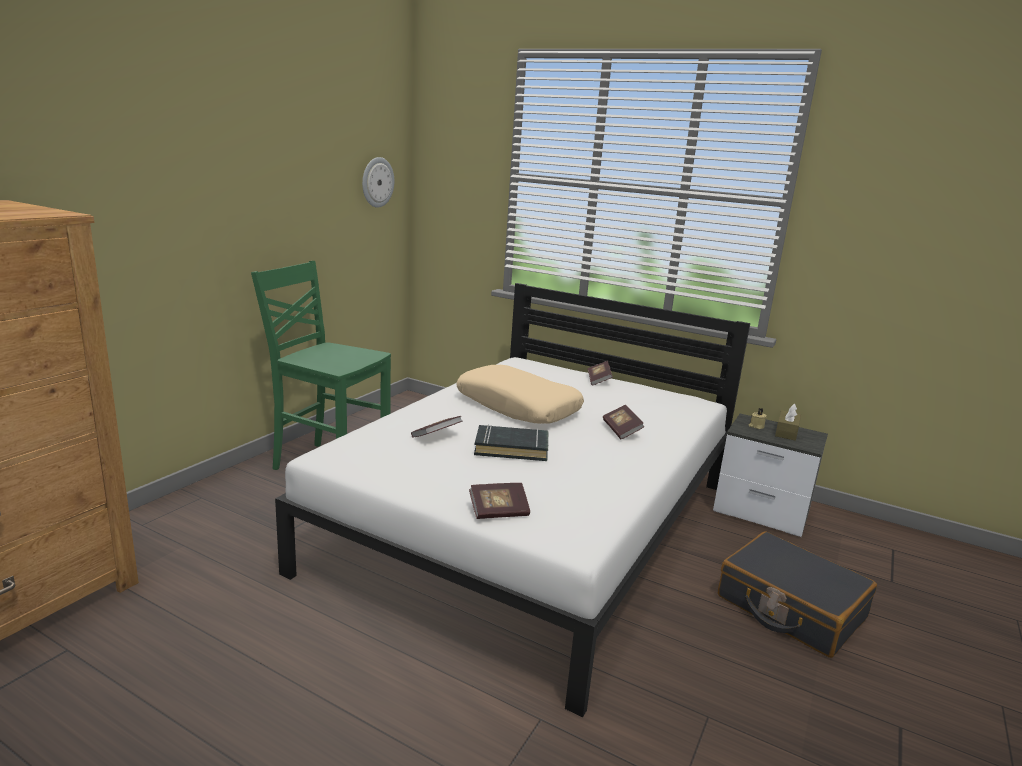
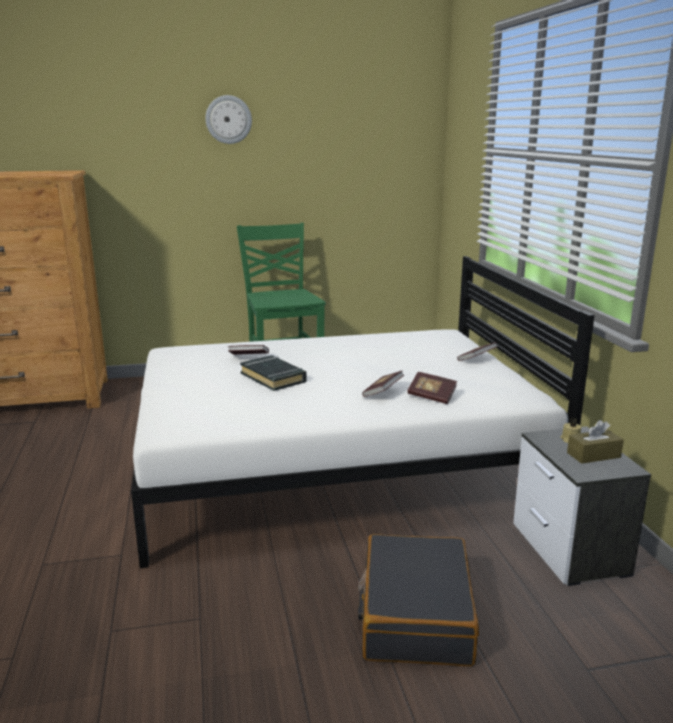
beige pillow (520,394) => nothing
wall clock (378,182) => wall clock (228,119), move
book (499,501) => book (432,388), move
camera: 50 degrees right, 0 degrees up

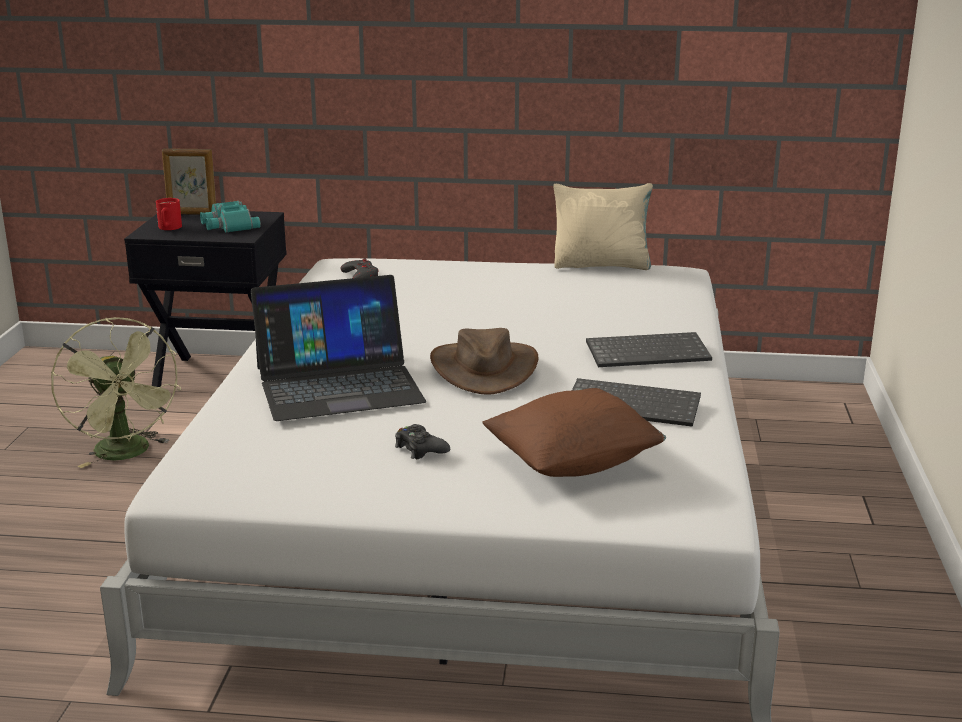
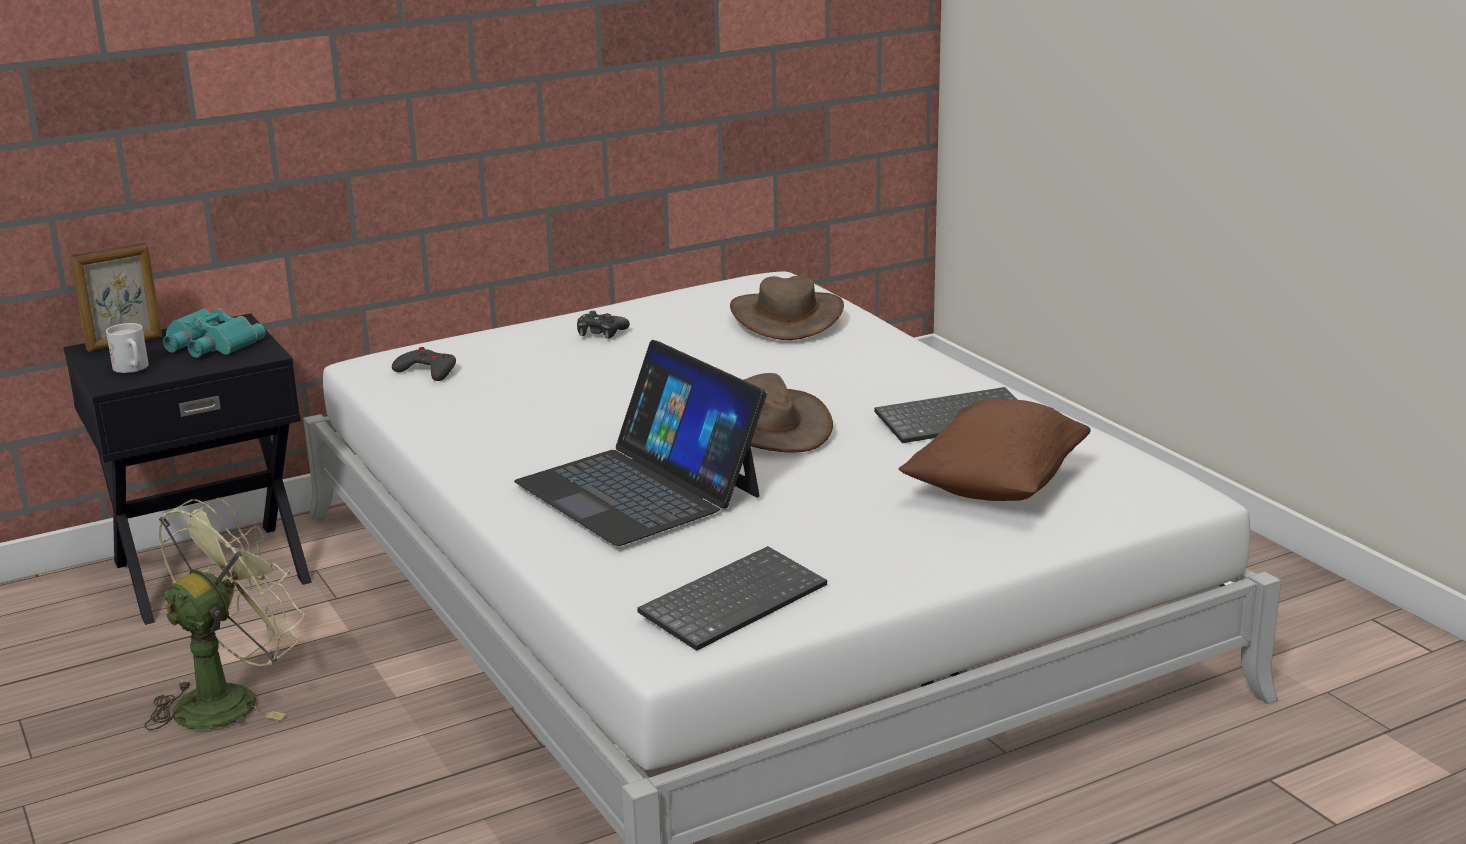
beige pillow (603,226) => nothing
nothing => brown hat (787,308)
black game controller (422,441) => black game controller (603,325), move
keyboard (649,349) => keyboard (732,598), move
red mug (169,214) => white mug (127,348)
green fan (116,392) => green fan (224,614), 75 degrees counterclockwise
laptop (338,348) => laptop (640,443), 105 degrees clockwise
camera: 35 degrees left, 0 degrees up

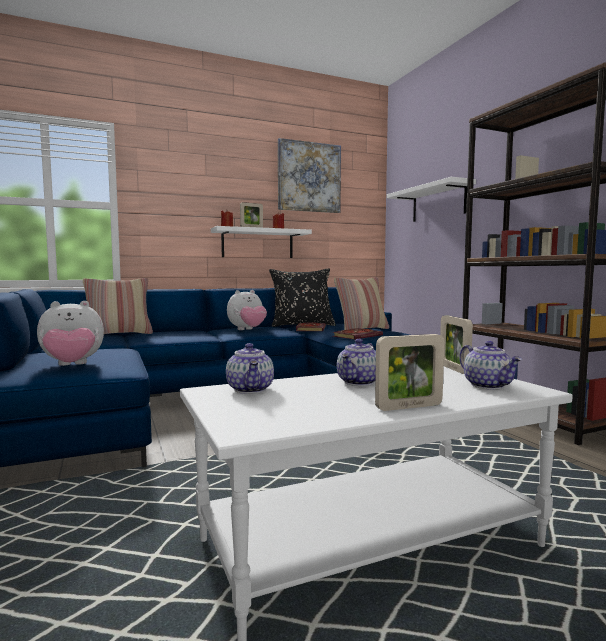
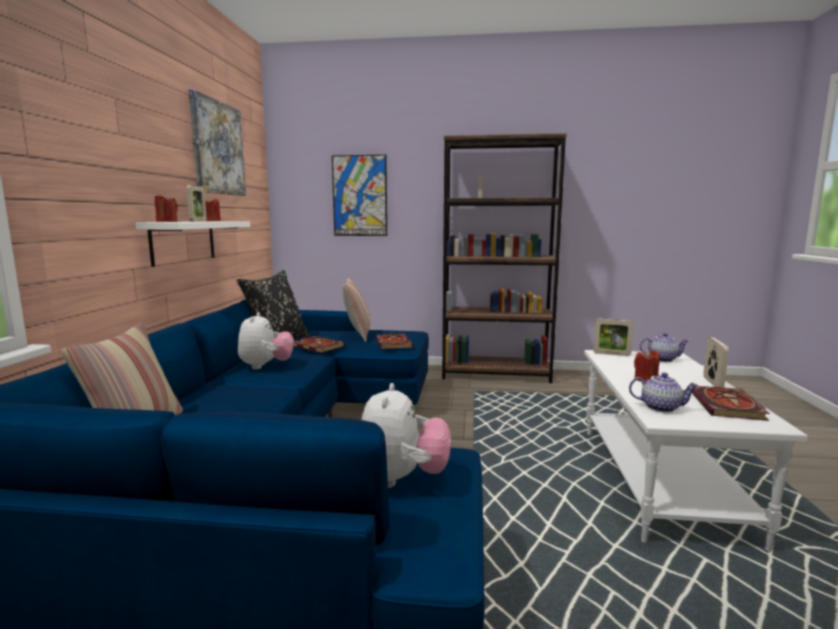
nothing => book (731,403)
teapot (356,362) => red candle (647,365)
white shelf (431,199) => picture (359,195)
camera: 60 degrees left, 5 degrees up

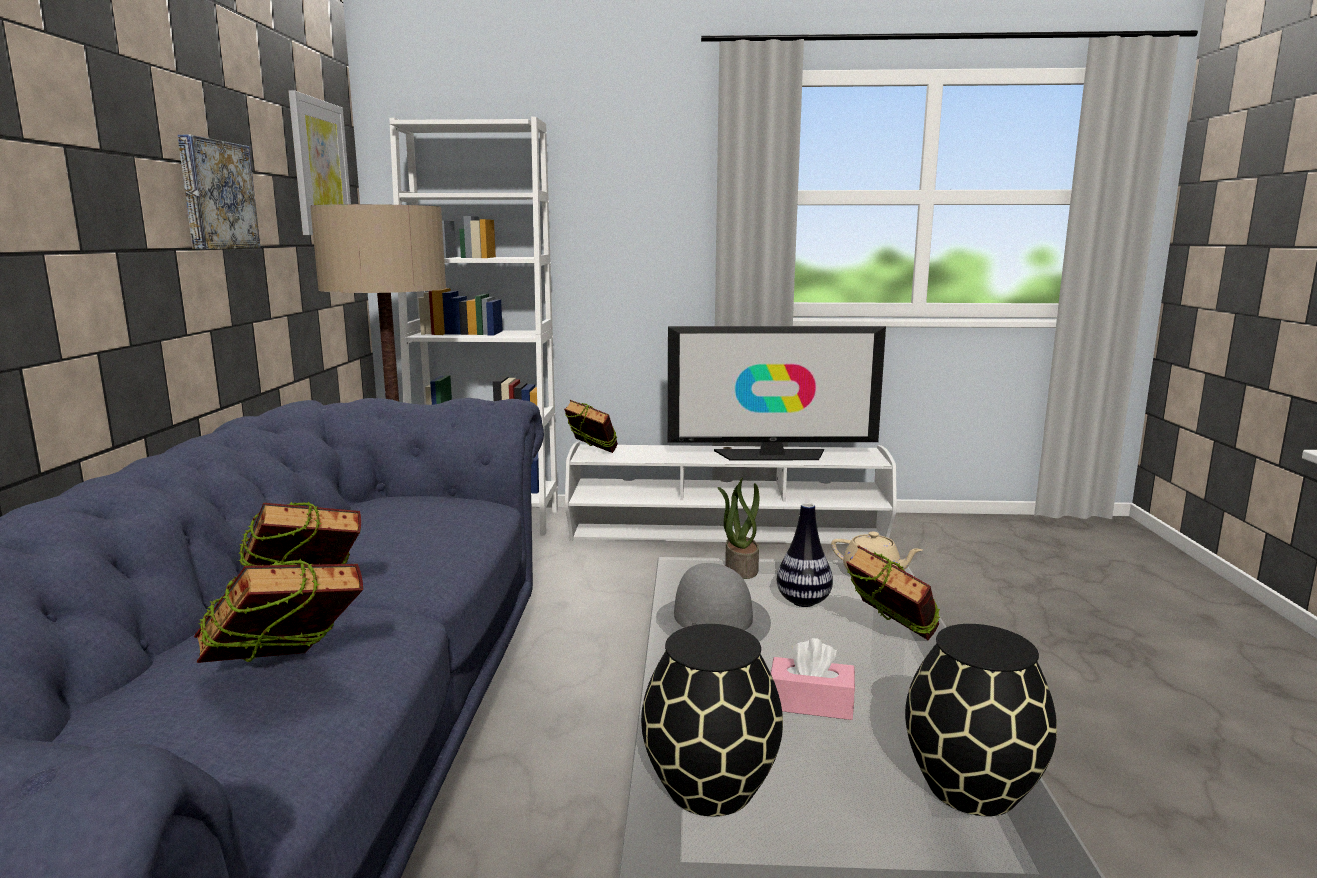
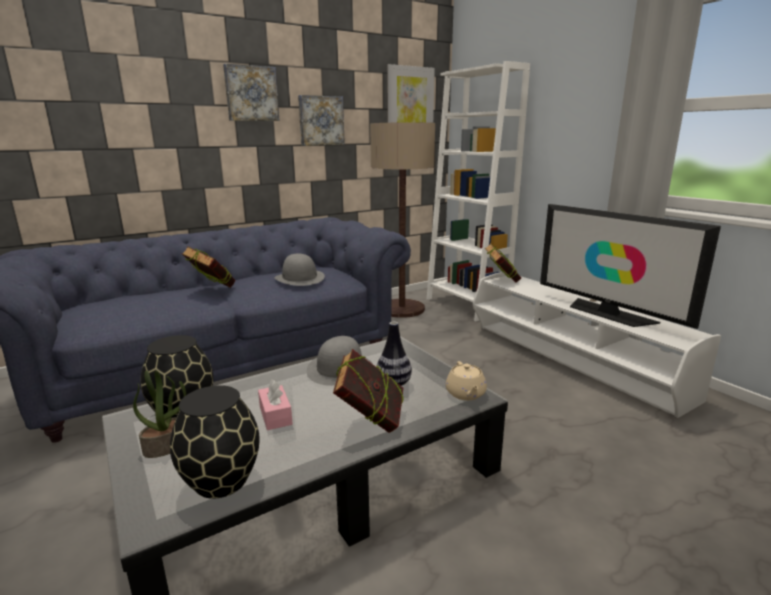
book (278,611) => nothing
nothing => picture (251,92)
nothing => grey hat (300,270)
potted plant (738,528) => potted plant (159,414), move
camera: 55 degrees right, 5 degrees up

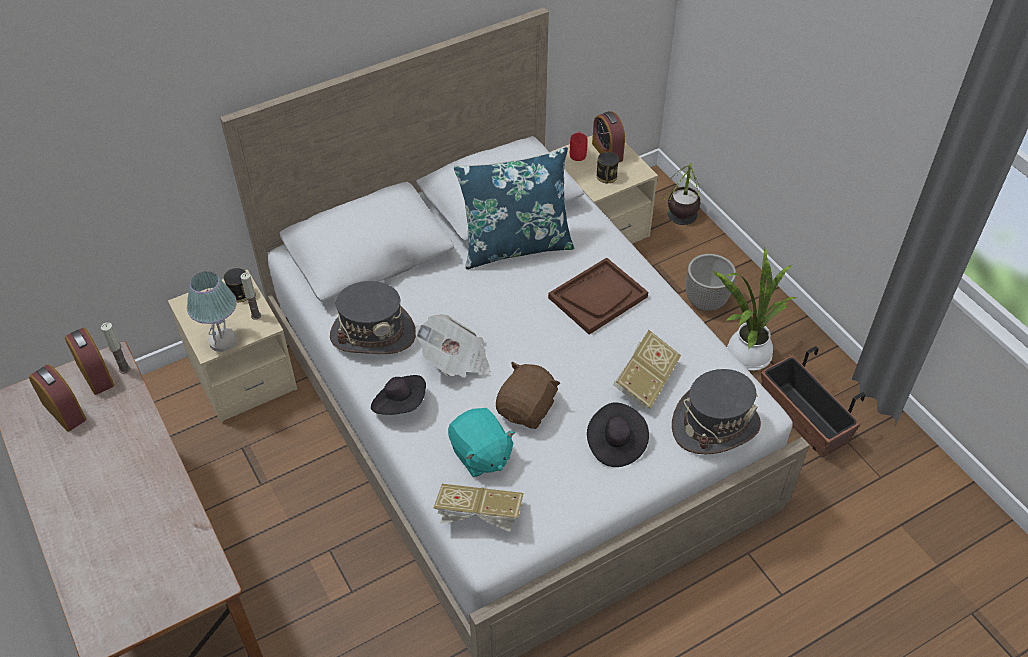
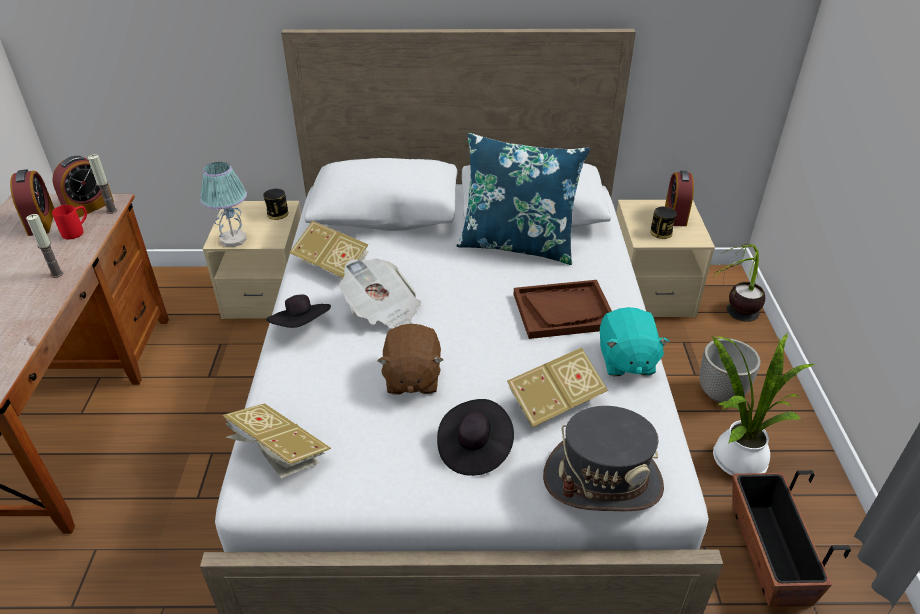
candle (251,296) => candle (44,246), move
turquoise plush toy (481,442) => turquoise plush toy (635,341), move
red mug (578,146) => red mug (69,222), move
grey hat (373,317) => book (329,250)
alarm clock (89,361) => alarm clock (83,187), 45 degrees clockwise
brown plush toy (528,395) => brown plush toy (410,359), 120 degrees clockwise
camera: 30 degrees right, 10 degrees down

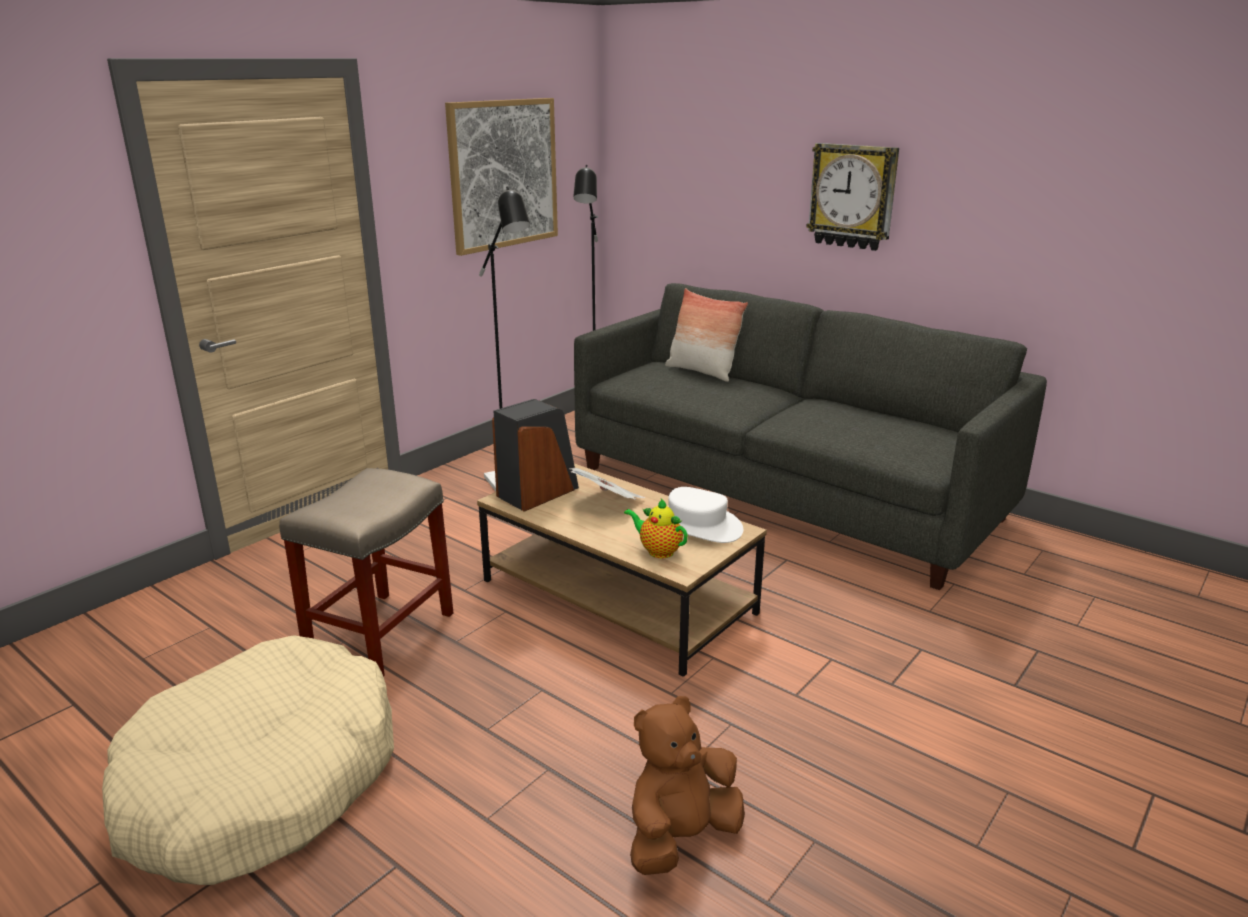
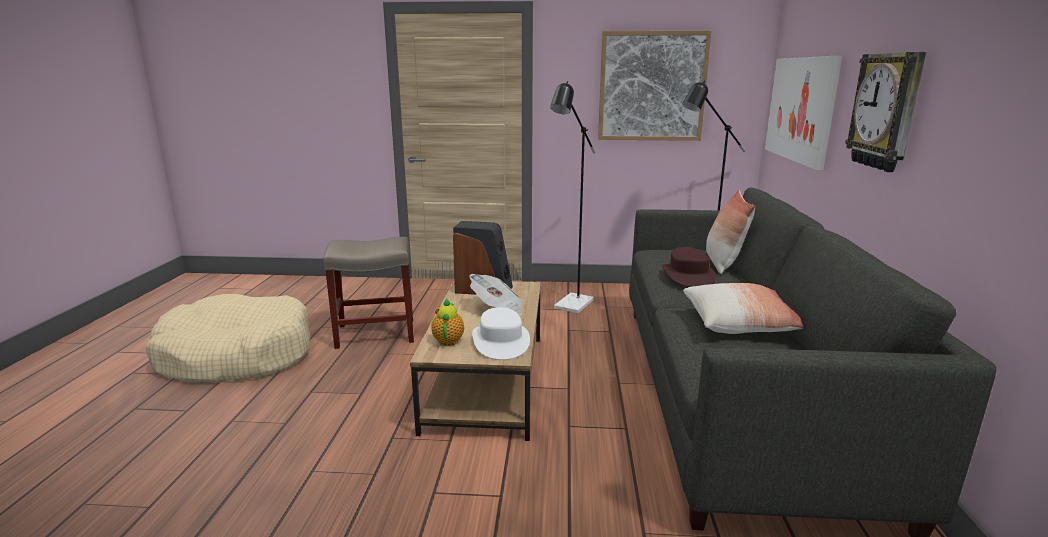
brown plush toy (687,785) => nothing
nothing => brown hat (689,267)
nothing => pillow (743,308)
nothing => picture (803,113)
camera: 55 degrees right, 5 degrees down

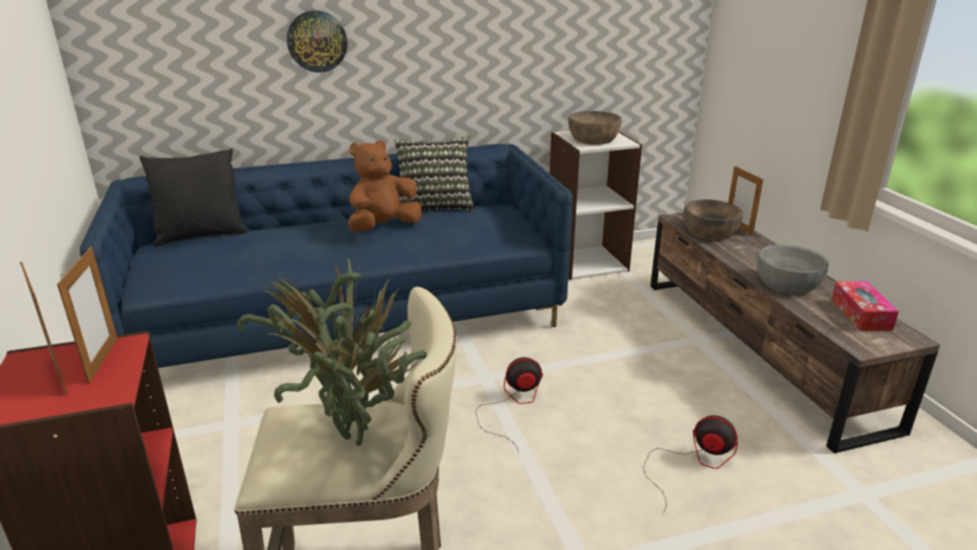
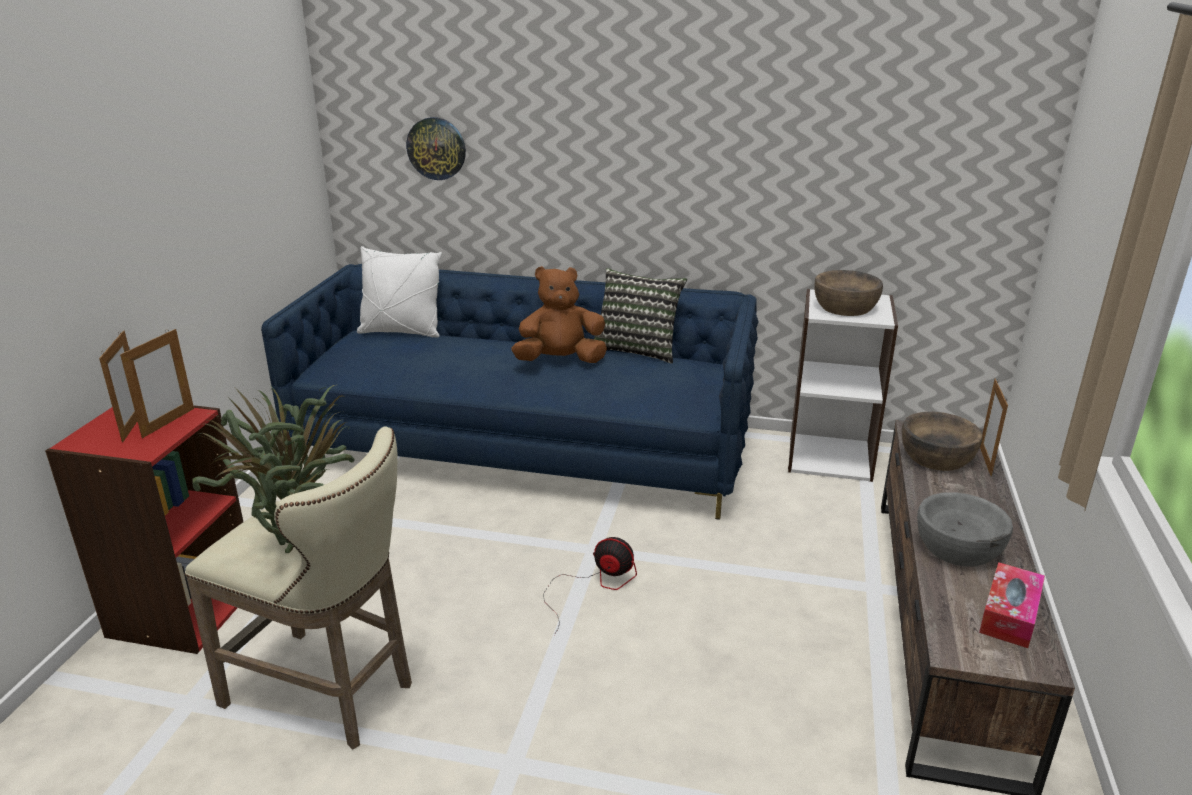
fan (690,464) => nothing
wall clock (317,41) => wall clock (436,148), move
black pillow (193,197) => white pillow (399,291)
camera: 30 degrees right, 0 degrees up

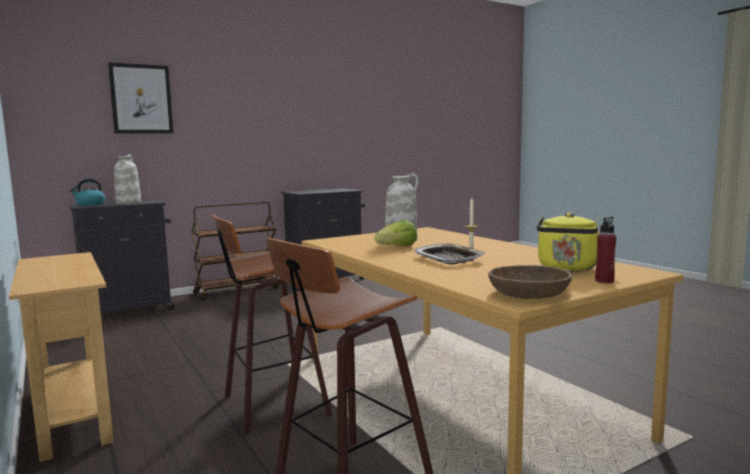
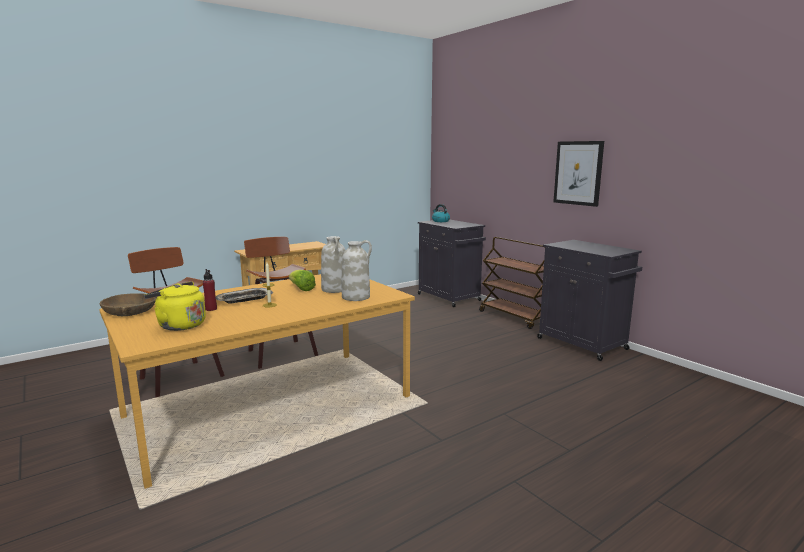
picture (140,98) => picture (578,174), move
white vase (127,179) => white vase (357,270), move
red bottle (605,249) => red bottle (210,290), move
camera: 85 degrees right, 5 degrees up

